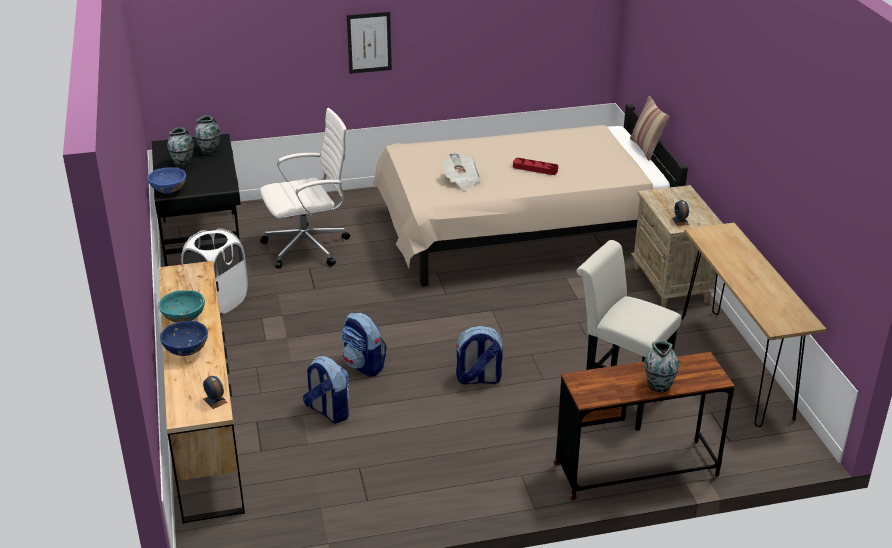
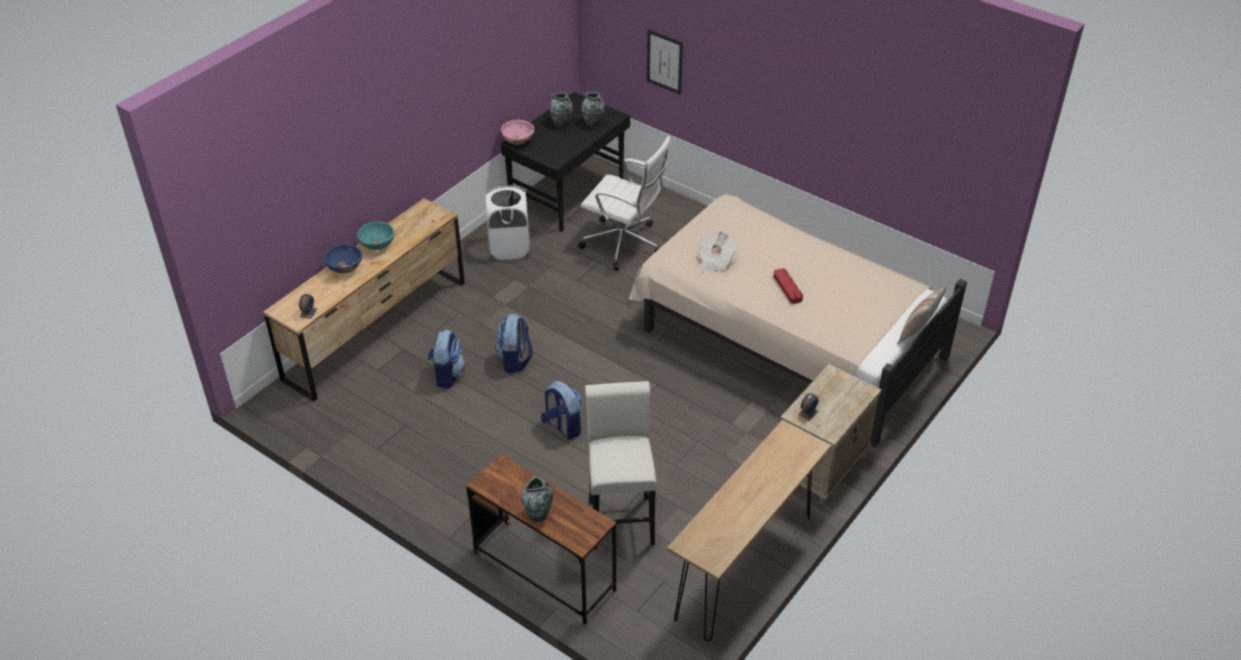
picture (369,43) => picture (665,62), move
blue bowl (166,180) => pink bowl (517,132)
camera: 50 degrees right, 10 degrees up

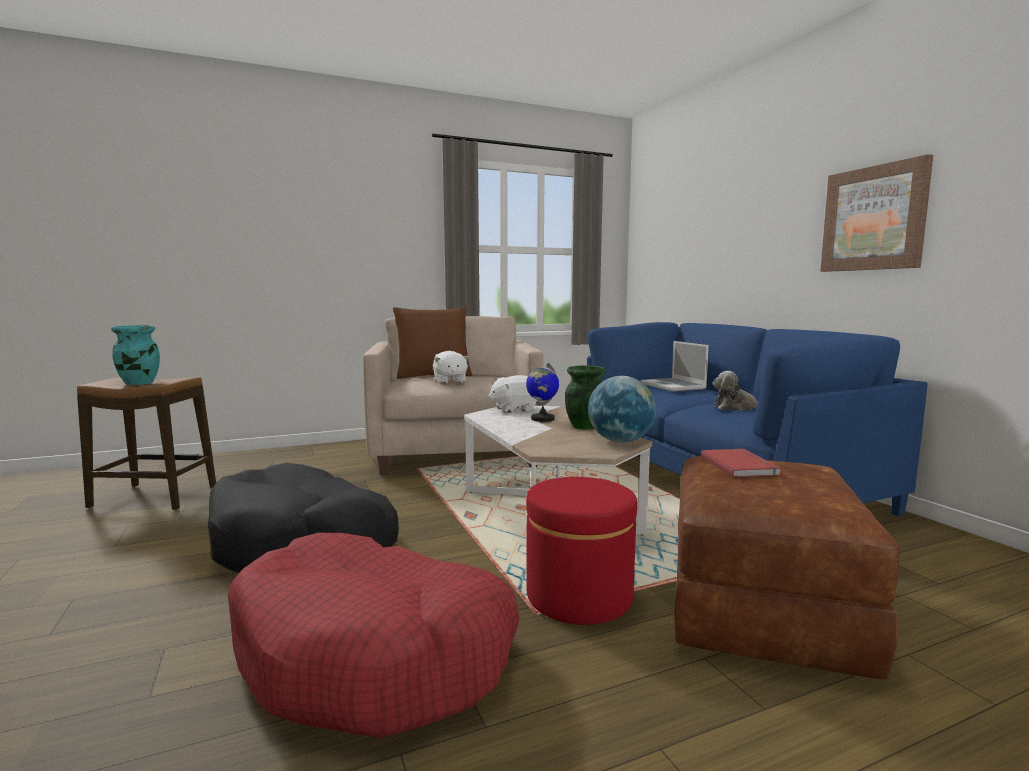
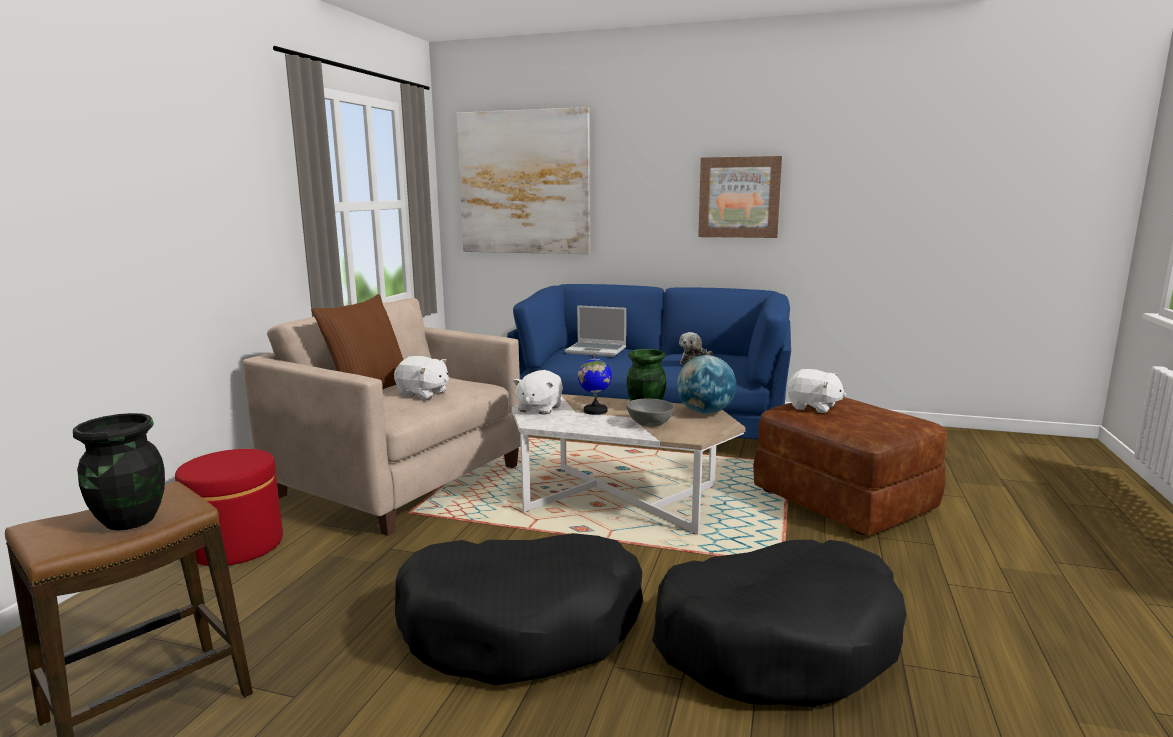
nothing => picture (523,180)
nothing => grey bowl (650,413)
red ottoman (581,551) => red ottoman (229,507), move
red book (741,463) => white plush toy (817,391)
turquoise vase (135,355) => black vase (119,472)
red dog bed (374,635) => black dog bed (779,623)
camera: 50 degrees left, 5 degrees up

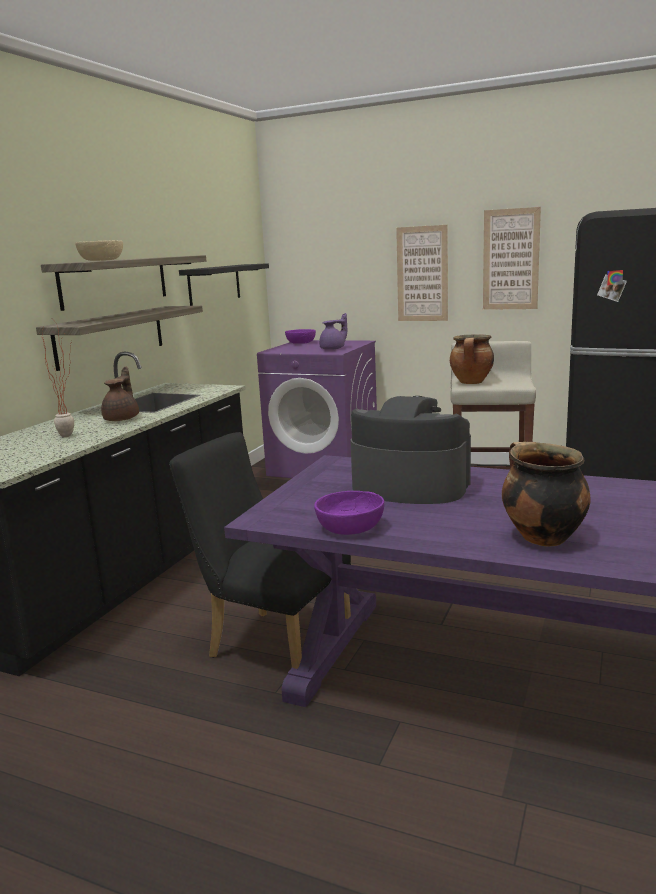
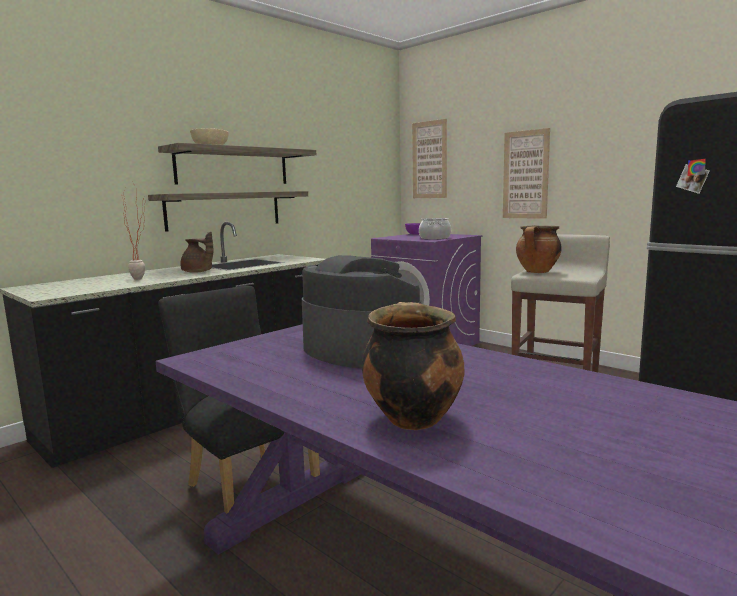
black shelf (224,284) => nothing
purple bowl (349,513) => nothing
picture (512,258) => picture (429,158), move
purple teapot (333,331) => cooking pot (435,229)
brown teapot (120,393) => brown teapot (196,252), 90 degrees clockwise
camera: 20 degrees right, 5 degrees down

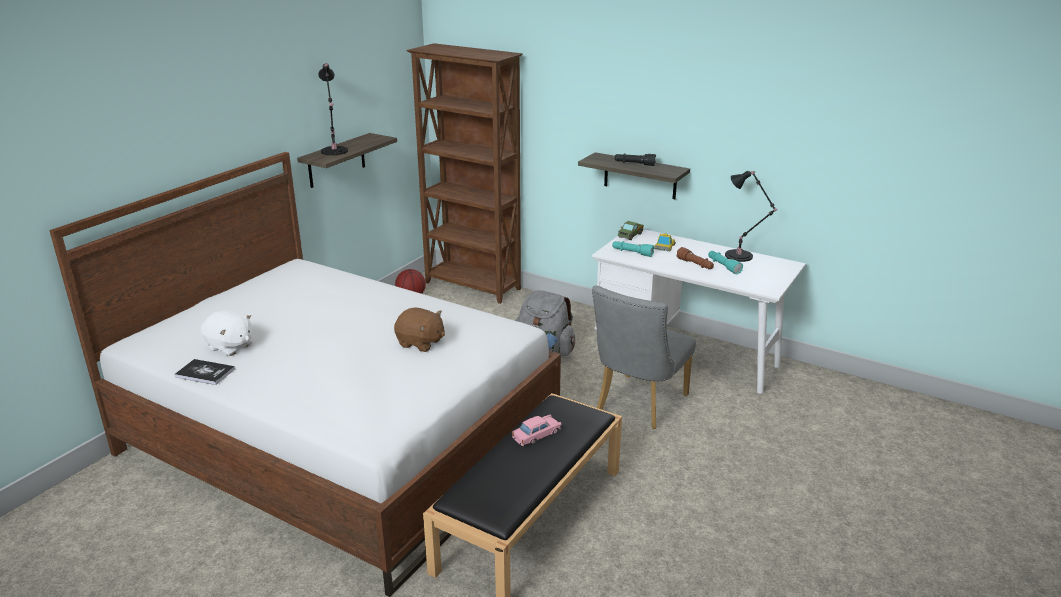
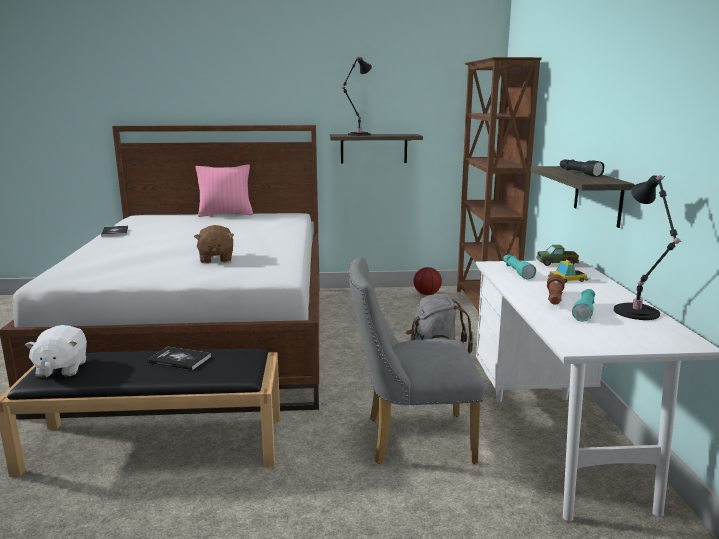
nothing => pink pillow (224,191)
white plush toy (227,333) => white plush toy (56,351), move
pink toy car (537,430) => book (179,359)
camera: 55 degrees right, 10 degrees down

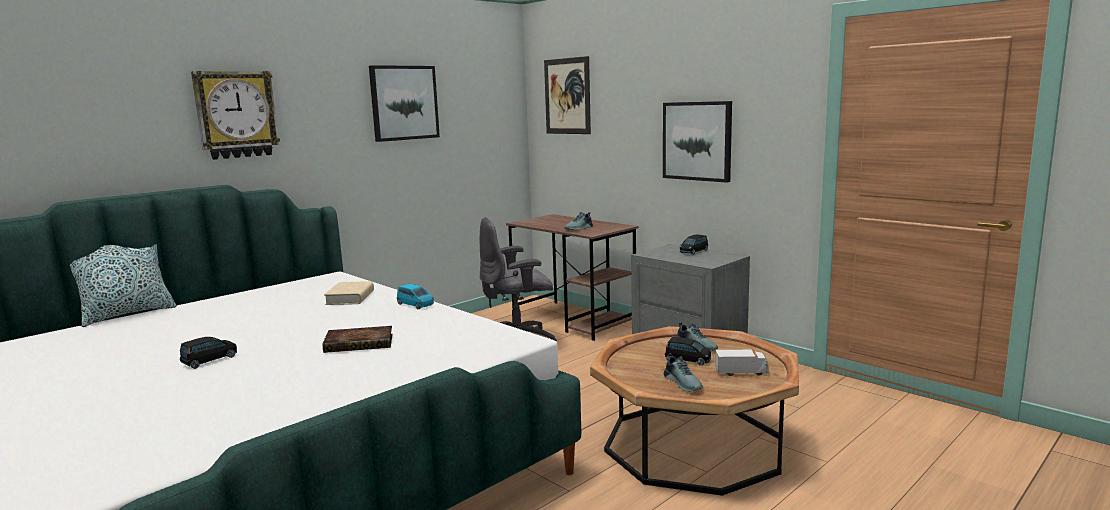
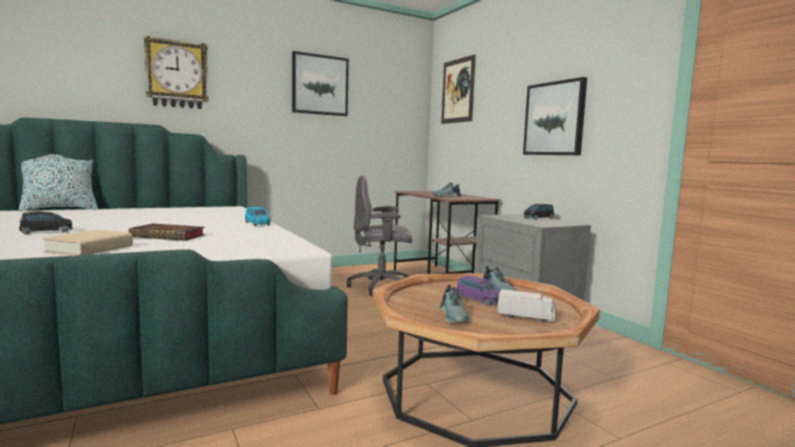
beige book (349,293) => beige book (87,243), move
black toy car (688,351) => purple toy car (479,290)
camera: 15 degrees right, 5 degrees down

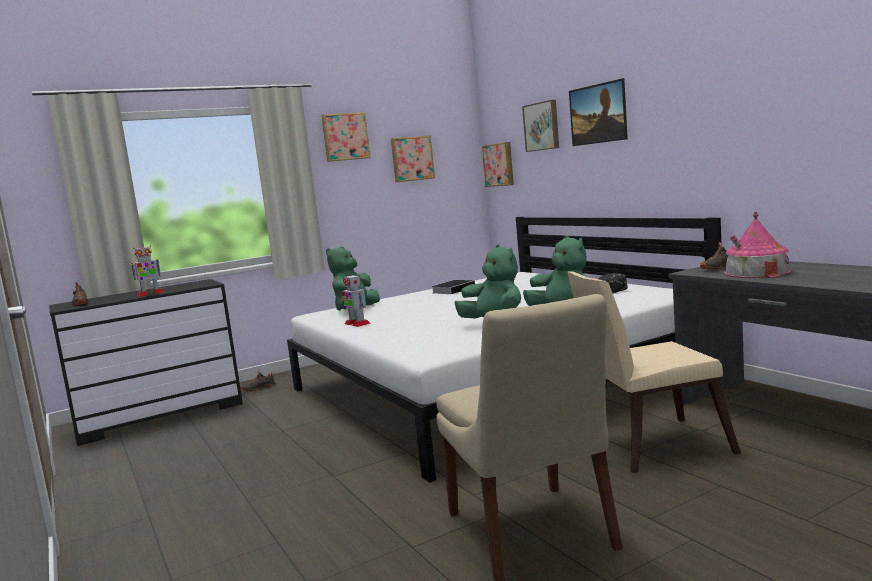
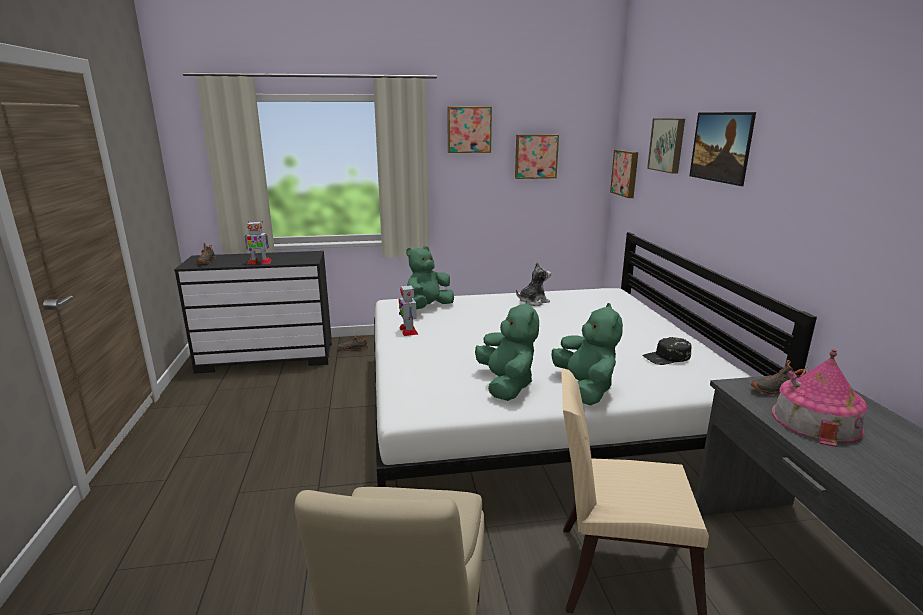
book (453,287) => plush toy (533,284)
camera: 20 degrees right, 10 degrees up

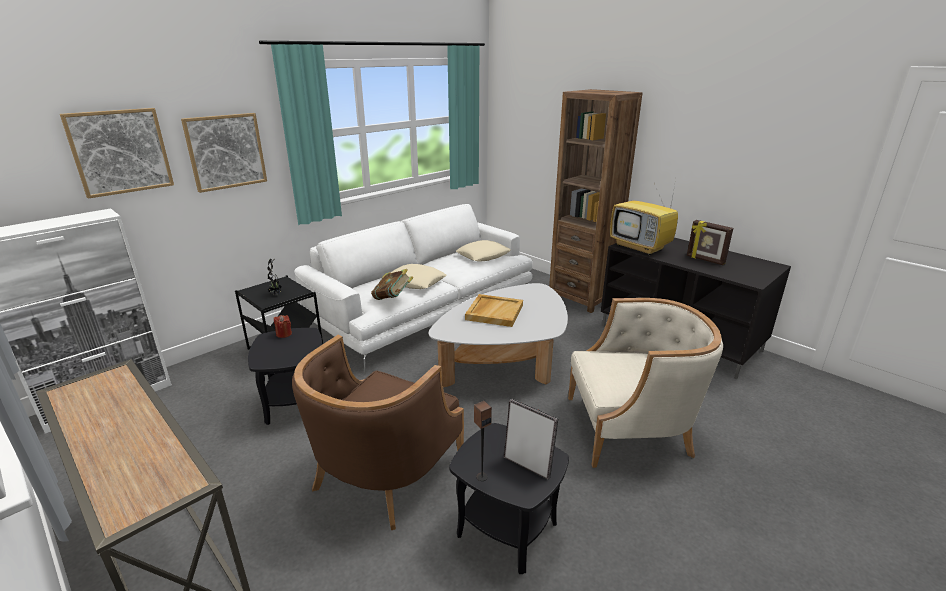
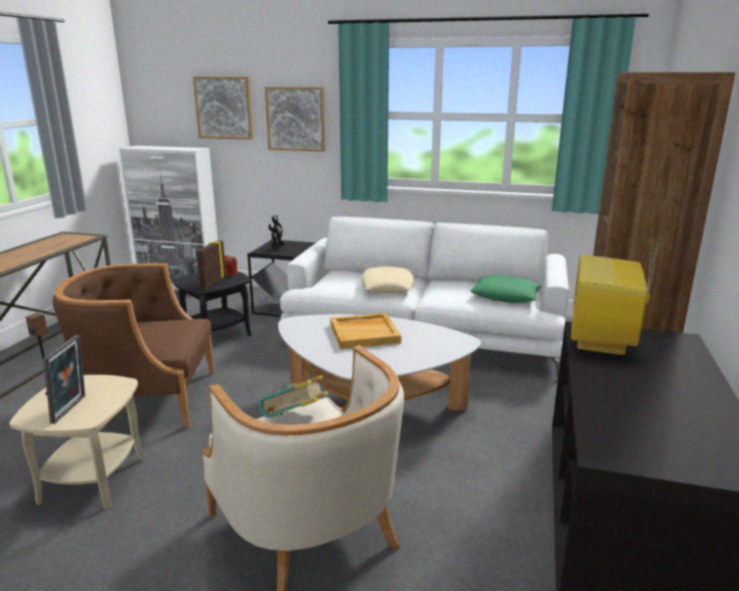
book (392,284) => book (293,396), move
picture frame (710,242) => picture frame (211,264), move
black side table (509,498) => beige side table (77,442)
beige pillow (483,251) => green pillow (505,289)
camera: 60 degrees right, 5 degrees down

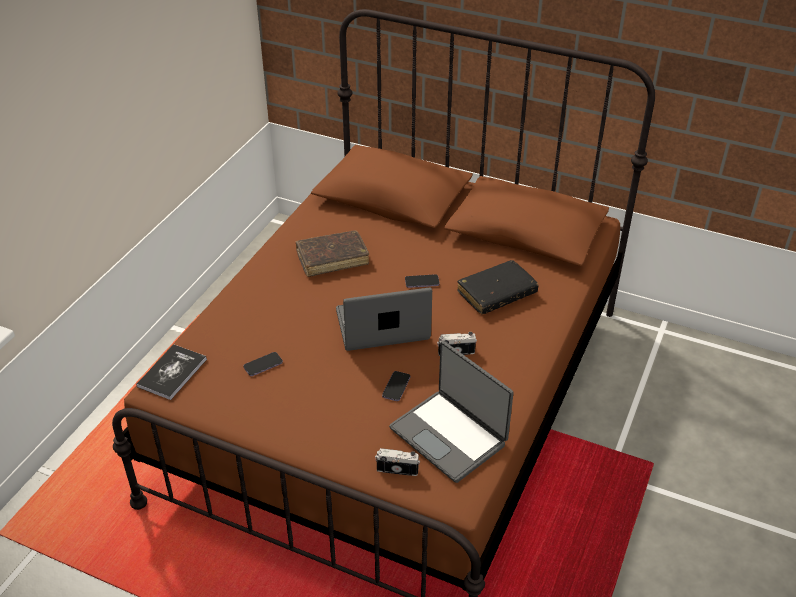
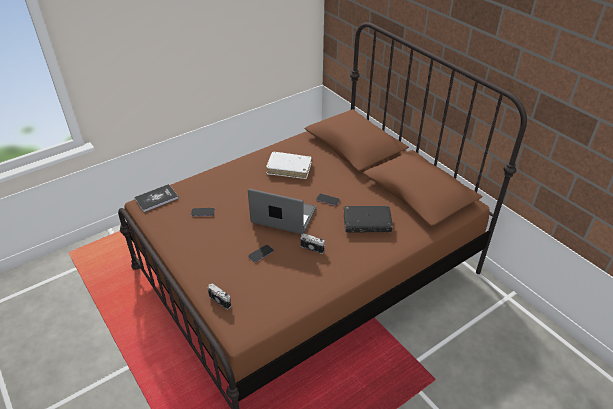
laptop (451,412) => nothing
brown book (332,253) => white book (289,165)
camera: 30 degrees right, 0 degrees up

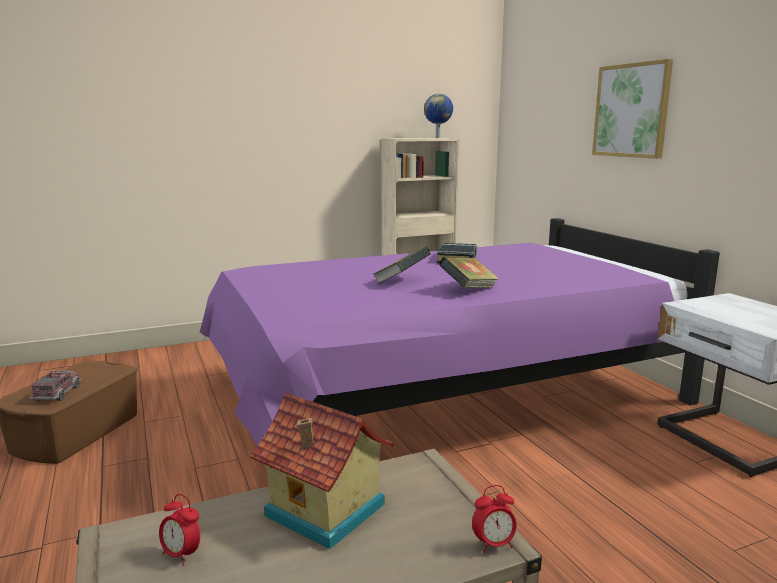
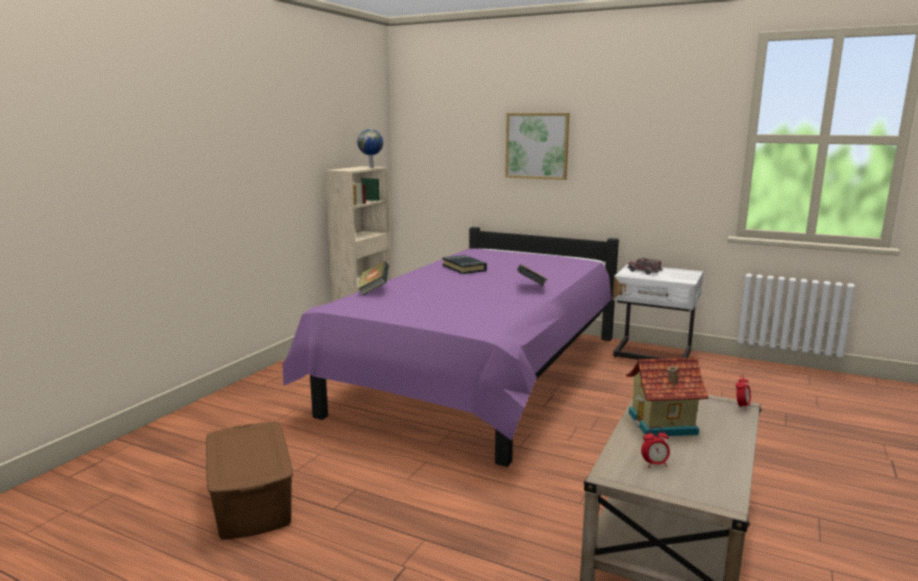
toy truck (55,385) => toy truck (645,266), move
book (402,265) => book (373,278), move
camera: 40 degrees left, 0 degrees up

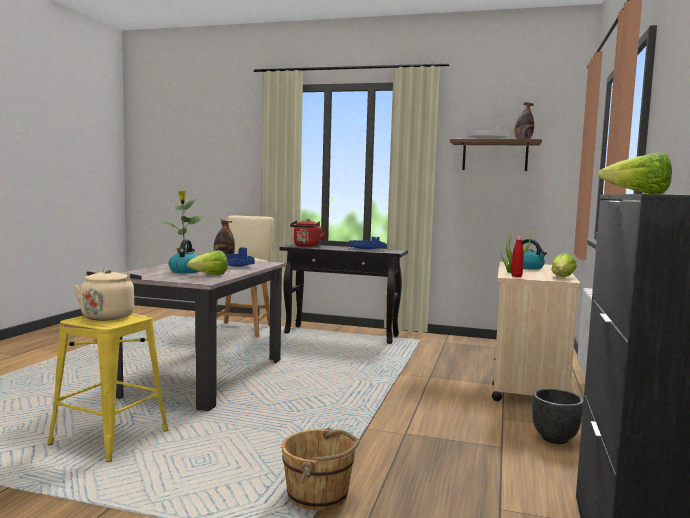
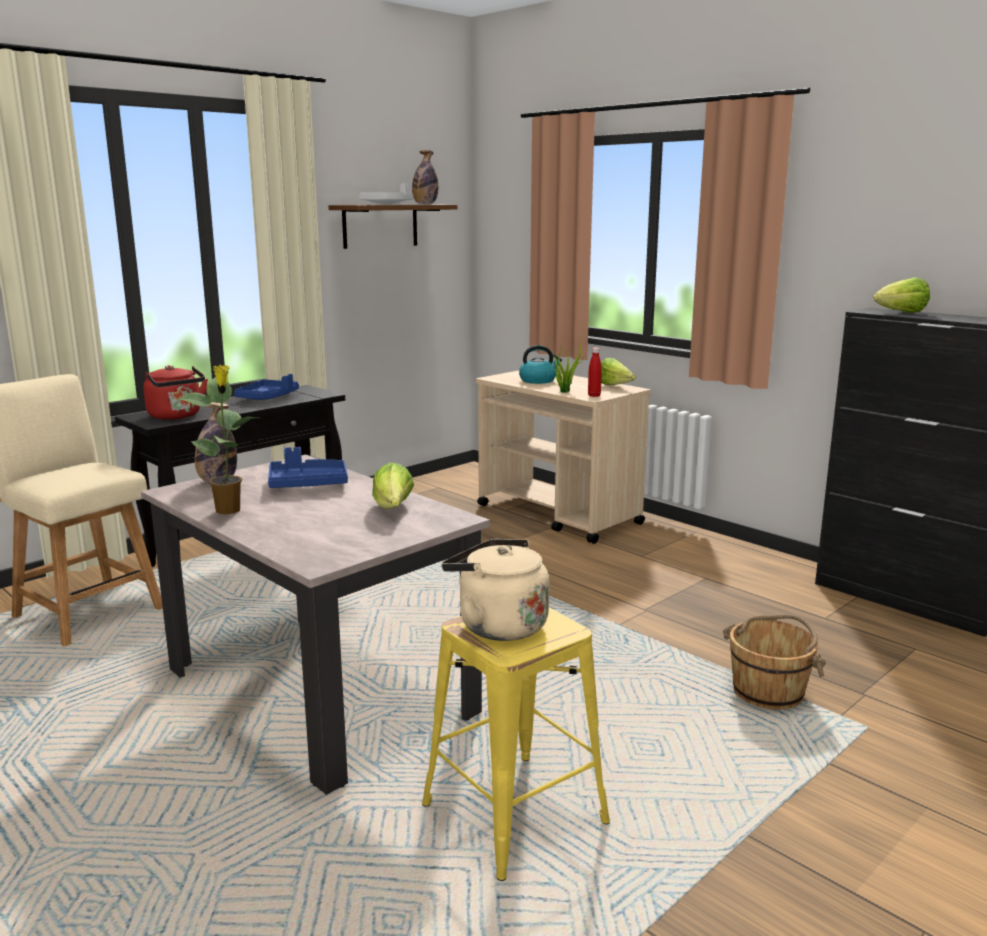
kettle (183,256) => nothing
black planter (558,416) => nothing
camera: 60 degrees left, 10 degrees up

